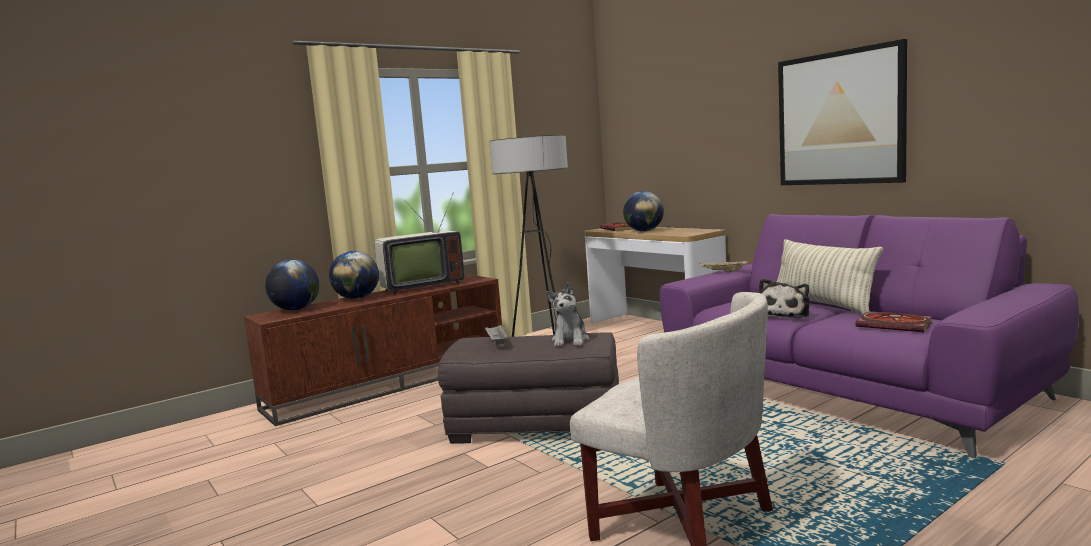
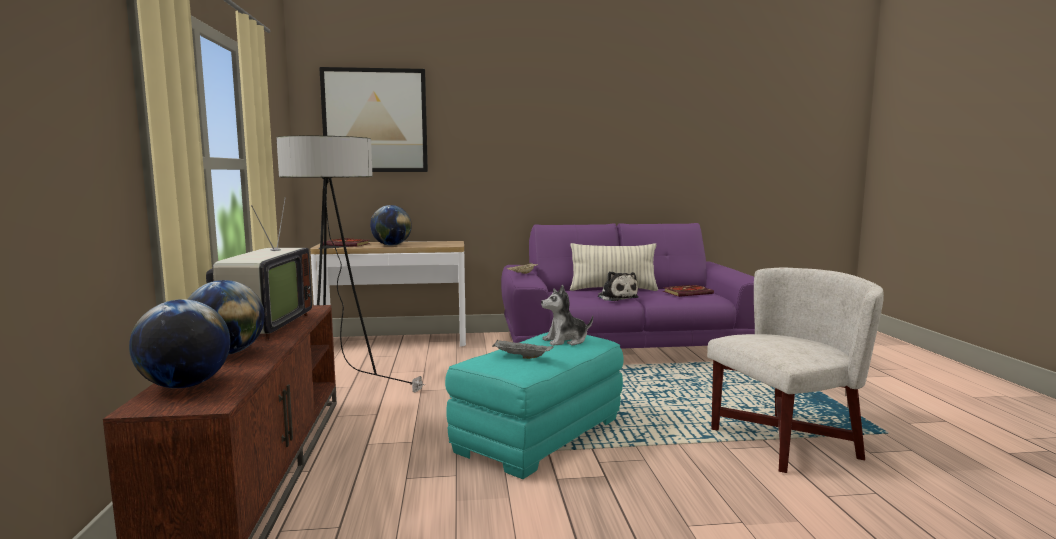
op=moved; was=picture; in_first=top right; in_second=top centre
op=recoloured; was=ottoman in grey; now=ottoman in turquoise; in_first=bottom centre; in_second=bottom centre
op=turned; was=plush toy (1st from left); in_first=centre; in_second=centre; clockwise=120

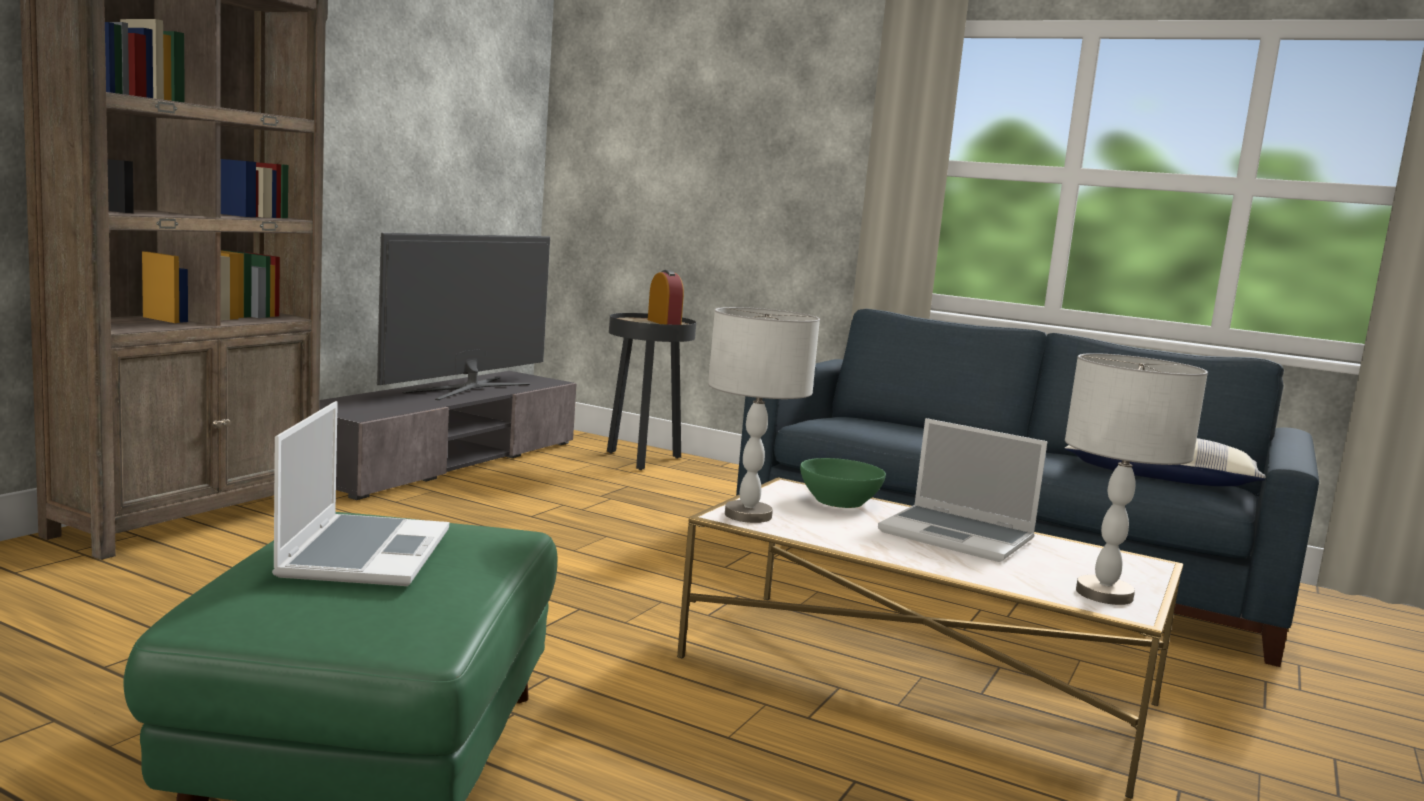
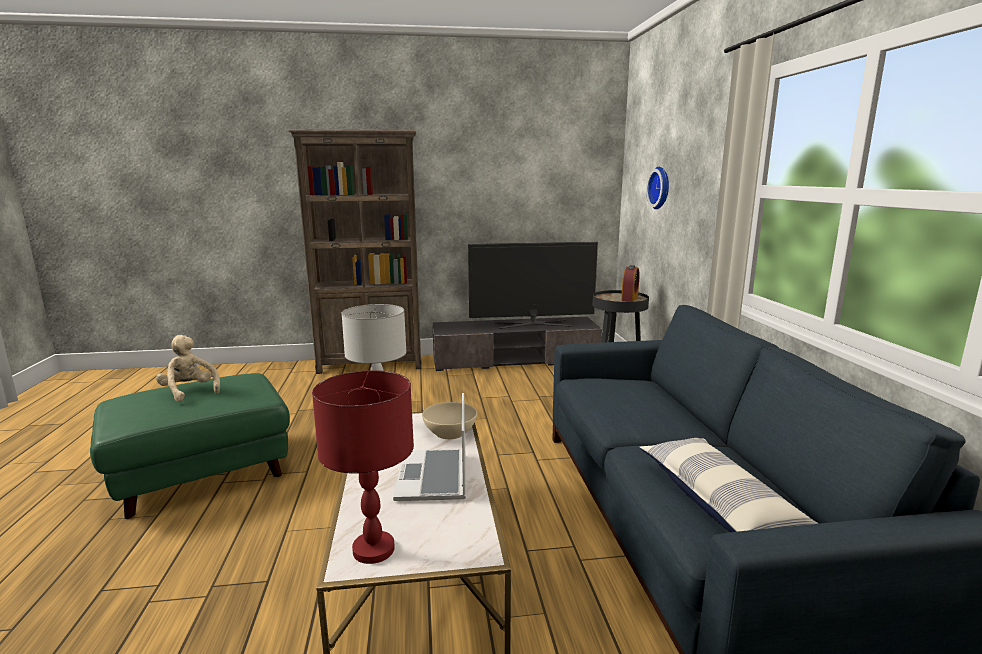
op=added; now=wall clock; in_second=top right
op=replaced; was=laptop (1st from left); now=plush toy in beige; in_first=middle left; in_second=middle left
op=recoloured; was=bowl in green; now=bowl in beige; in_first=centre; in_second=centre
op=recoloured; was=table lamp in grey (2nd from left); now=table lamp in red; in_first=middle right; in_second=bottom centre

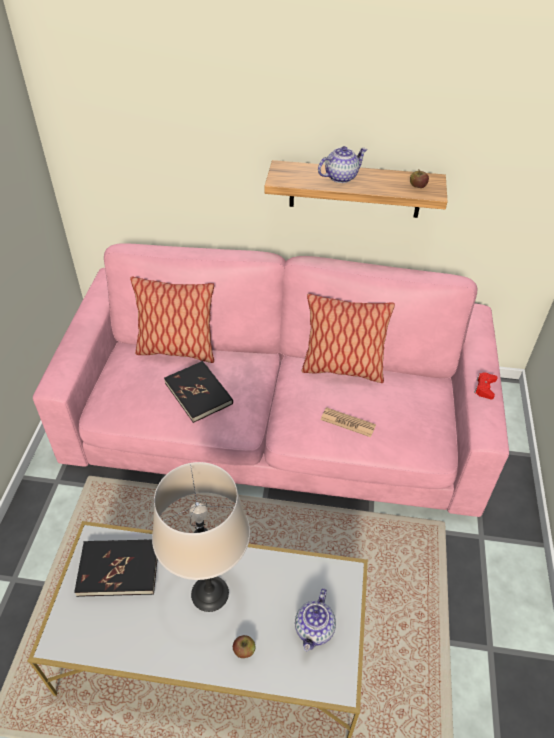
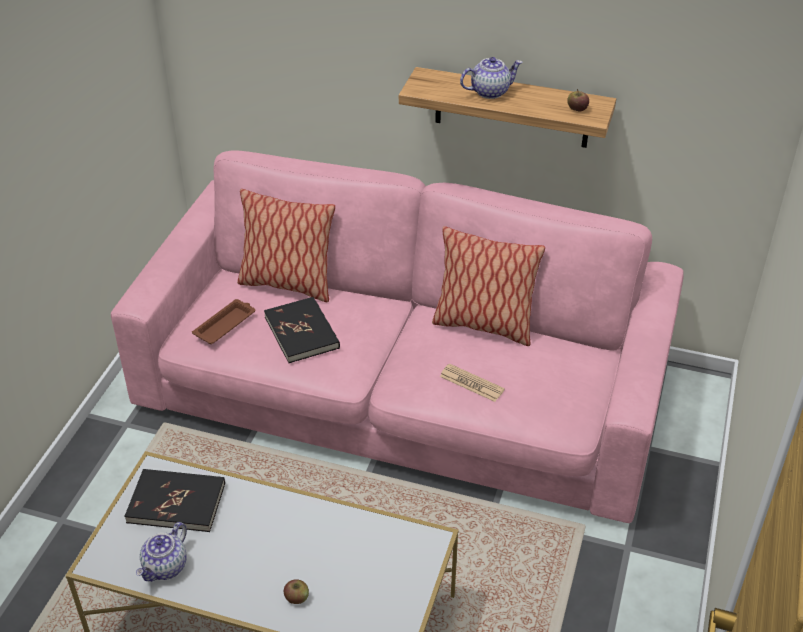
op=removed; was=table lamp in beige; in_first=bottom centre
op=removed; was=game controller in red; in_first=middle right
op=added; now=tray in brown; in_second=middle left
op=moved; was=teapot (1st from left); in_first=bottom centre; in_second=bottom left

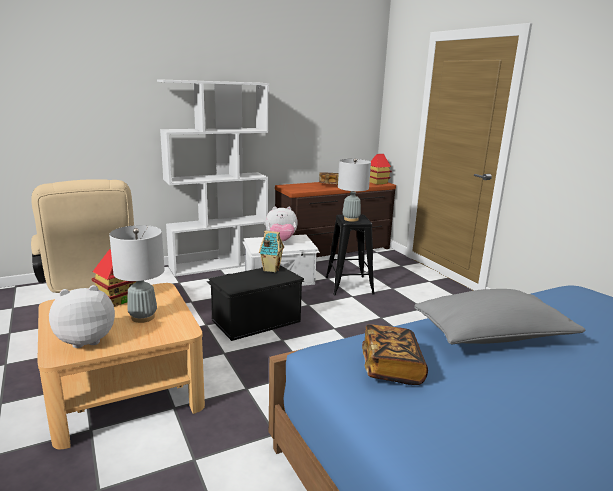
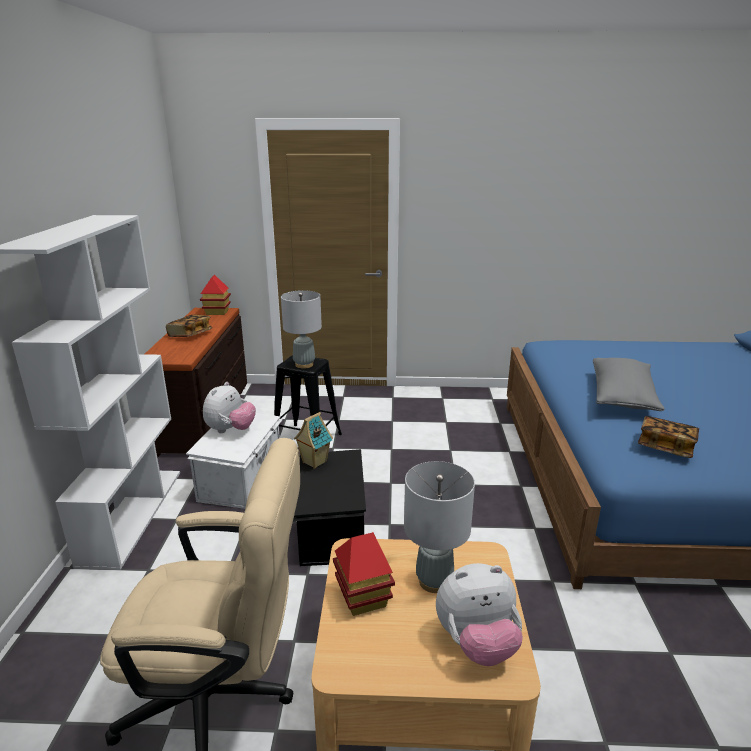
op=turned; was=plush toy (1st from left in the first image); in_first=middle left; in_second=bottom centre; clockwise=-105

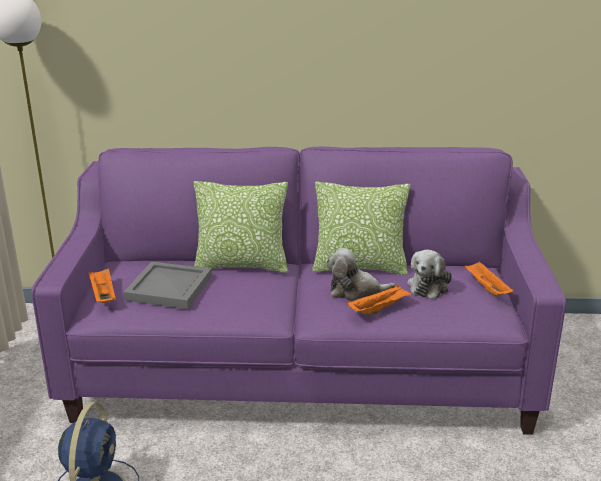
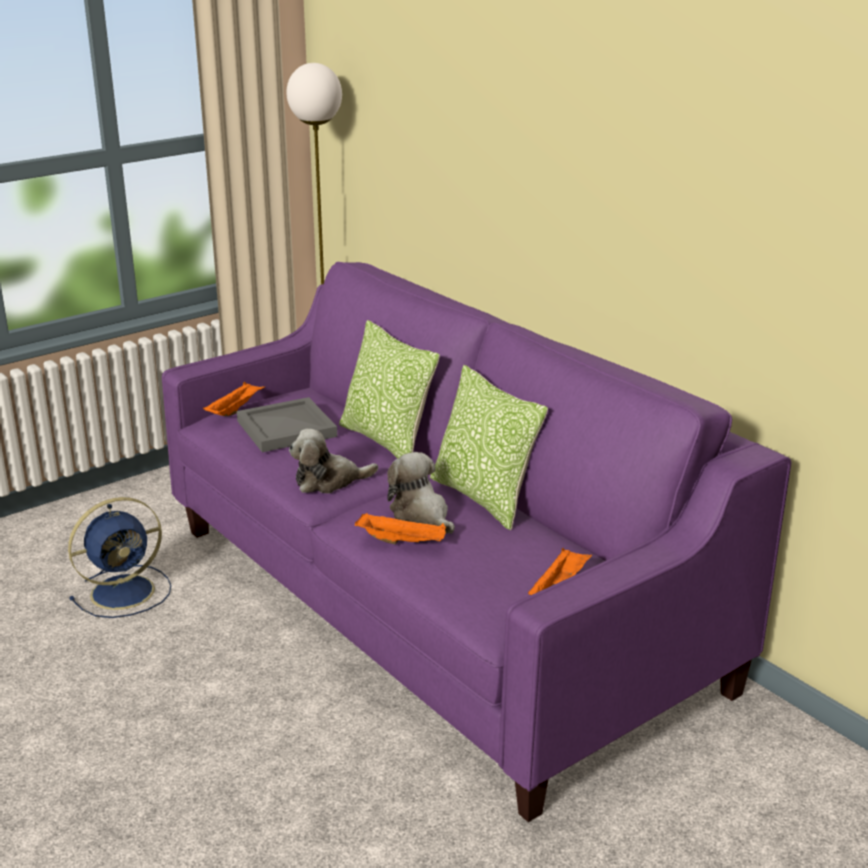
op=moved; was=plush toy (2nd from left in the first image); now=plush toy (1st from left); in_first=middle right; in_second=centre

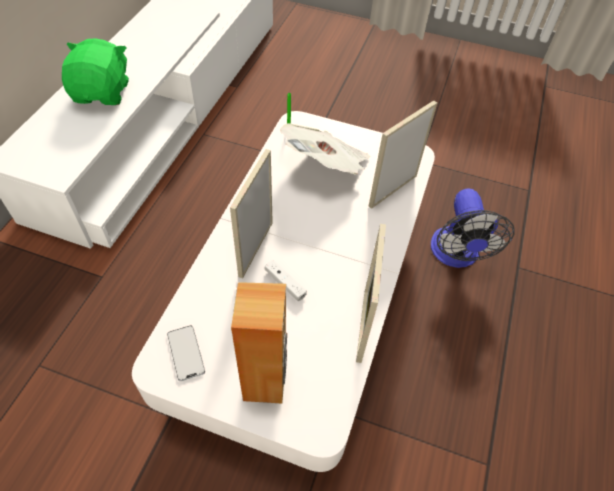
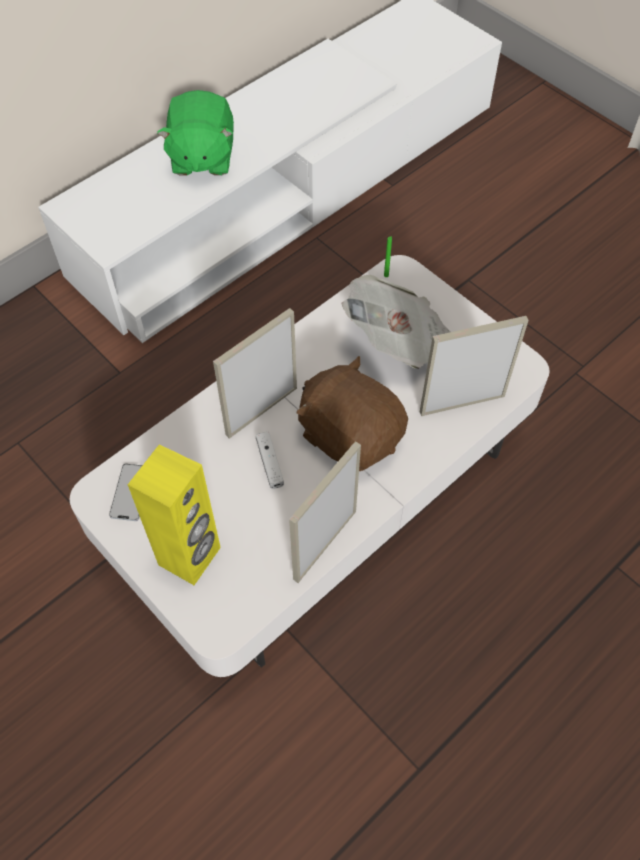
op=removed; was=fan; in_first=middle right
op=added; now=plush toy in brown; in_second=centre
op=recoloured; was=speaker in brown; now=speaker in yellow; in_first=bottom centre; in_second=middle left
op=turned; was=plush toy in green; in_first=top left; in_second=top left; clockwise=150

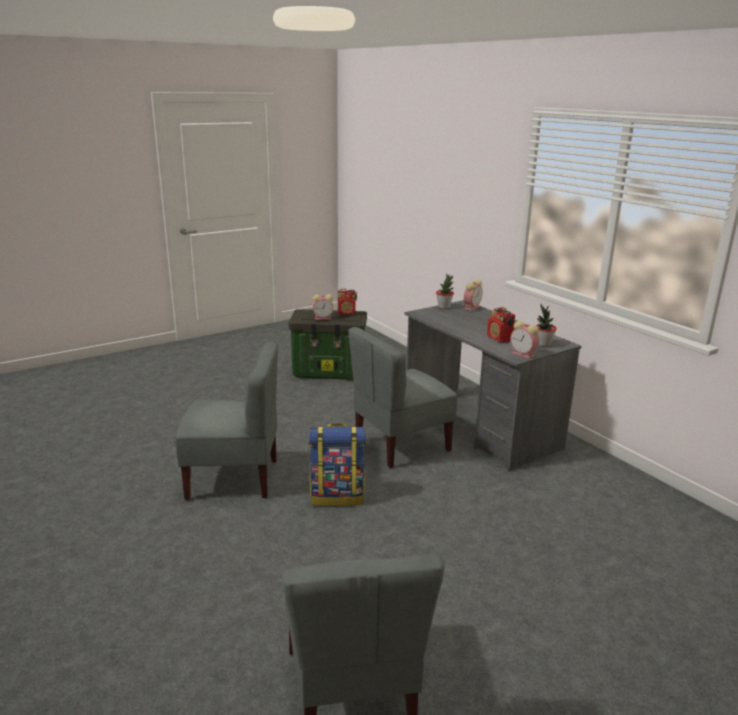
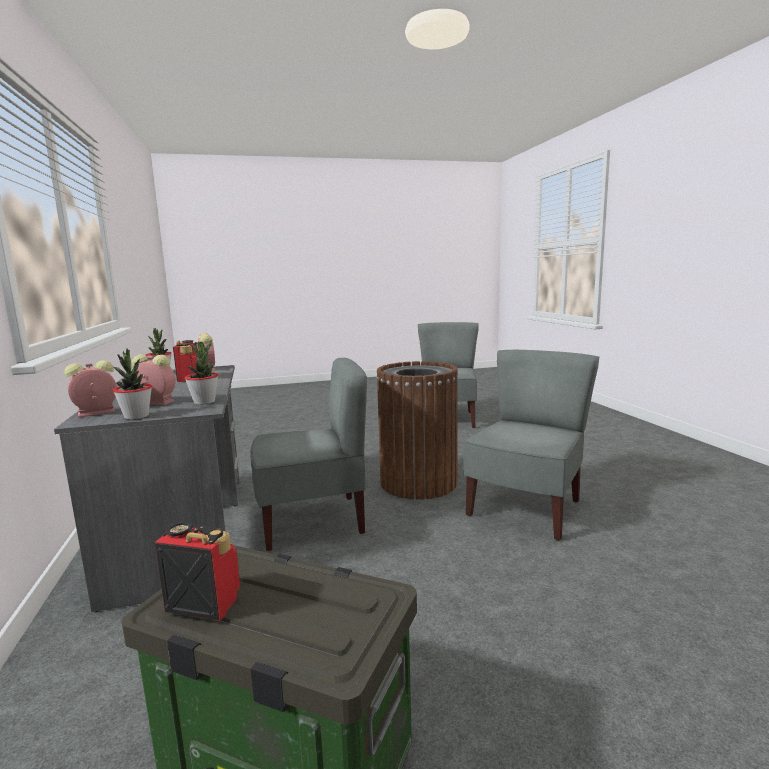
op=added; now=potted plant (3rd from left); in_second=middle left
op=moved; was=alarm clock (1st from left in the first image); now=alarm clock (2nd from left); in_first=centre; in_second=middle left
op=replaced; was=backpack; now=trash can in brown; in_first=centre; in_second=centre
op=turned; was=chair in grey (1st from left in the first image); in_first=middle left; in_second=middle right; clockwise=105

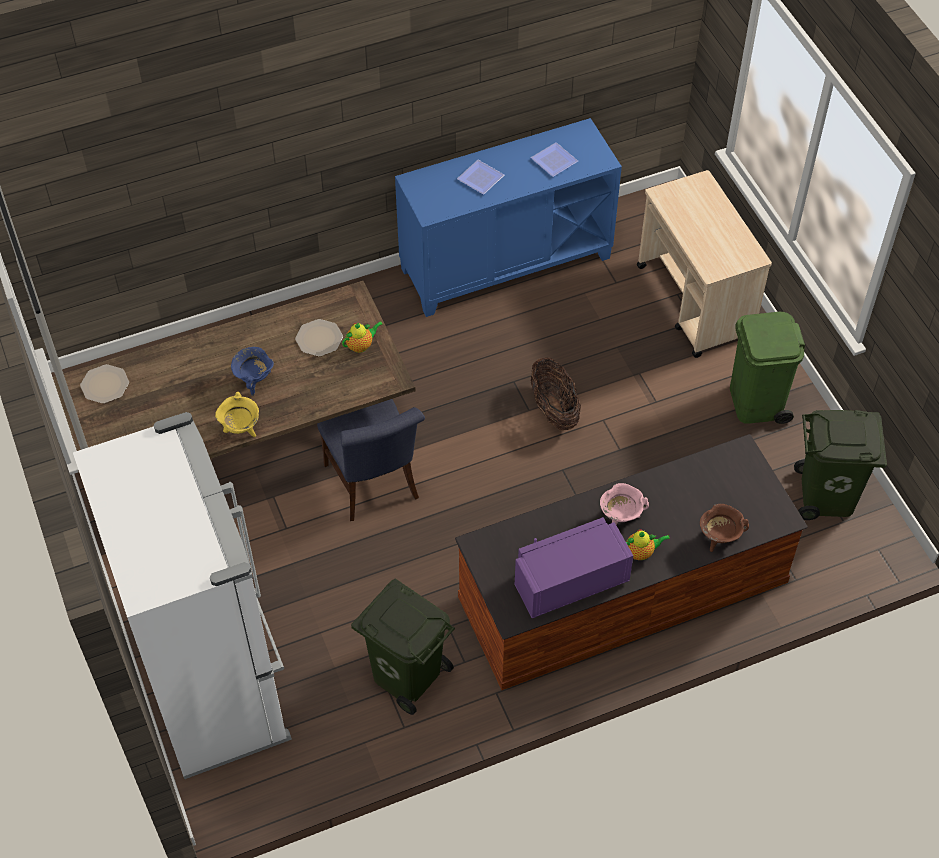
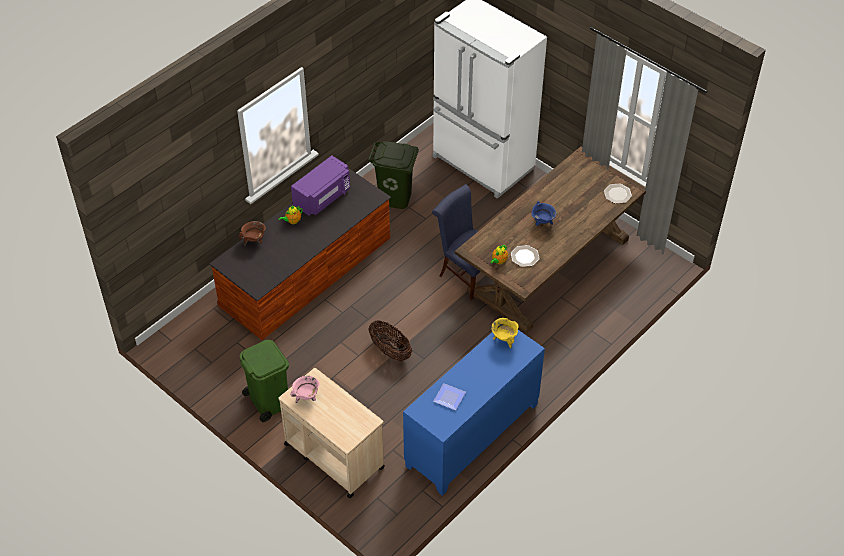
op=removed; was=plate (3rd from left); in_first=top centre
op=removed; was=trash can in green (3rd from left); in_first=middle right
op=moved; was=cooking pot in yellow; in_first=middle left; in_second=centre
op=moved; was=cooking pot in pink; in_first=centre; in_second=bottom centre

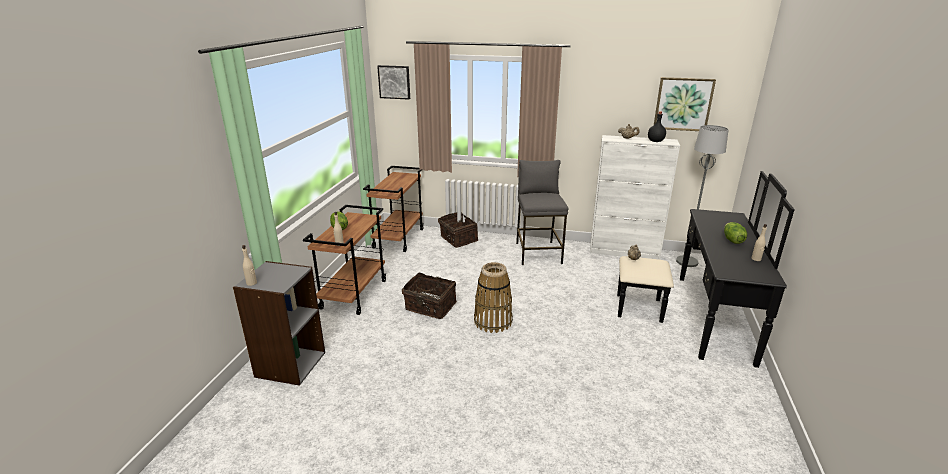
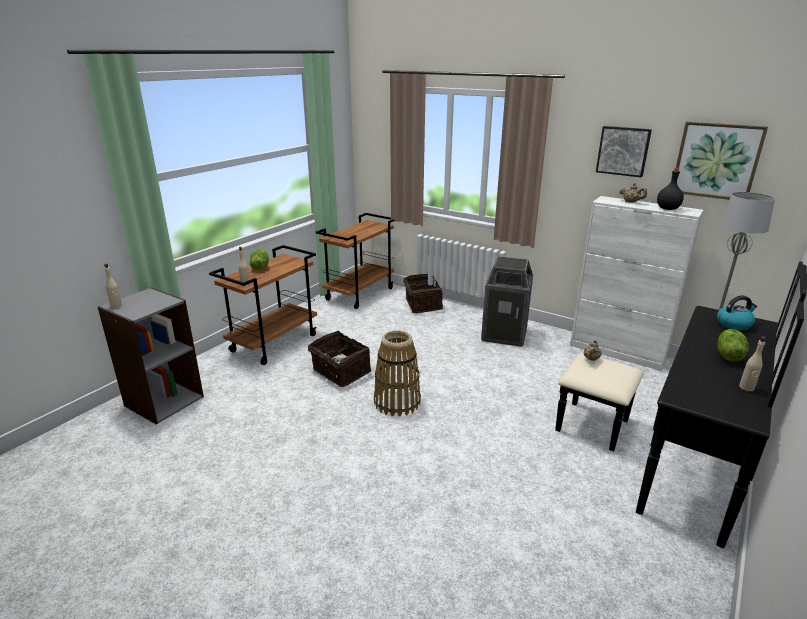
op=added; now=kettle; in_second=middle right
op=moved; was=picture (1st from left); in_first=top centre; in_second=top right
op=replaced; was=stool in grey; now=trash can; in_first=centre; in_second=centre

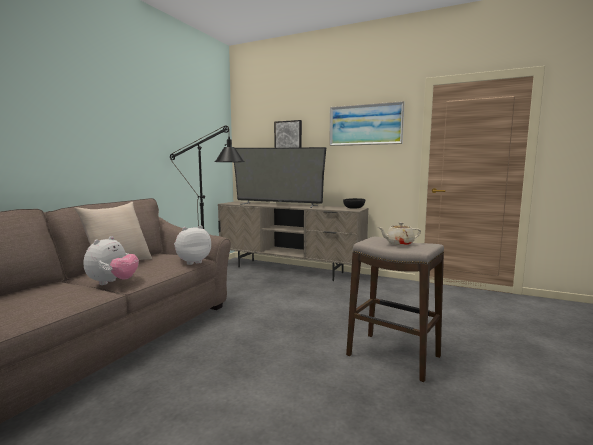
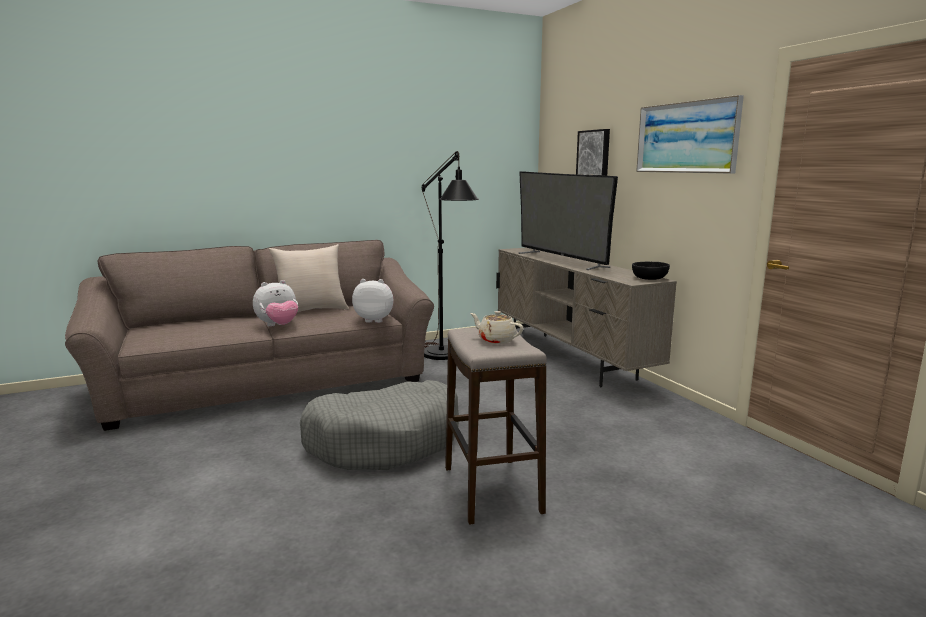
op=added; now=dog bed in grey; in_second=bottom centre

